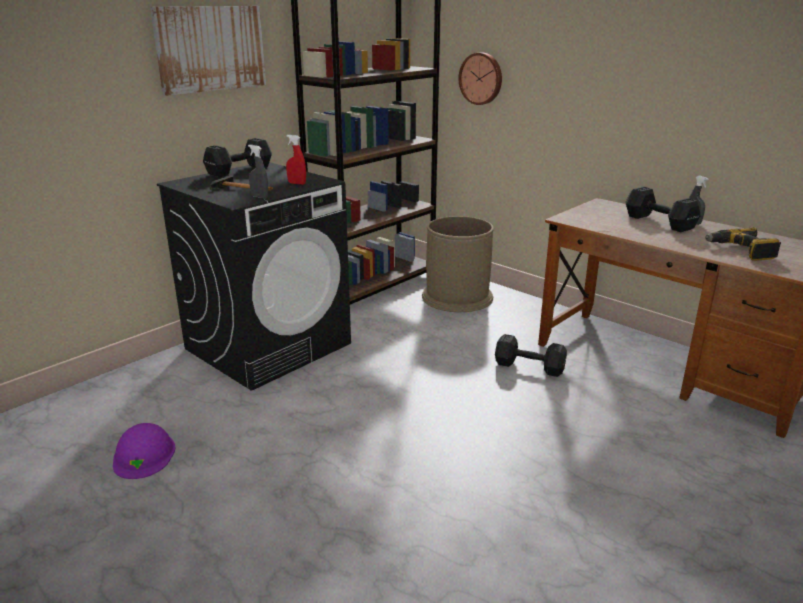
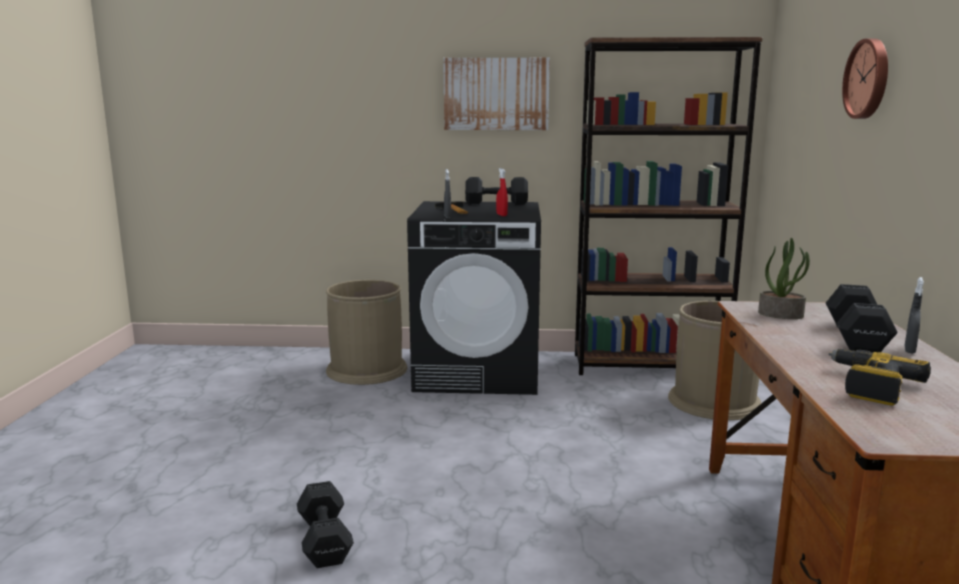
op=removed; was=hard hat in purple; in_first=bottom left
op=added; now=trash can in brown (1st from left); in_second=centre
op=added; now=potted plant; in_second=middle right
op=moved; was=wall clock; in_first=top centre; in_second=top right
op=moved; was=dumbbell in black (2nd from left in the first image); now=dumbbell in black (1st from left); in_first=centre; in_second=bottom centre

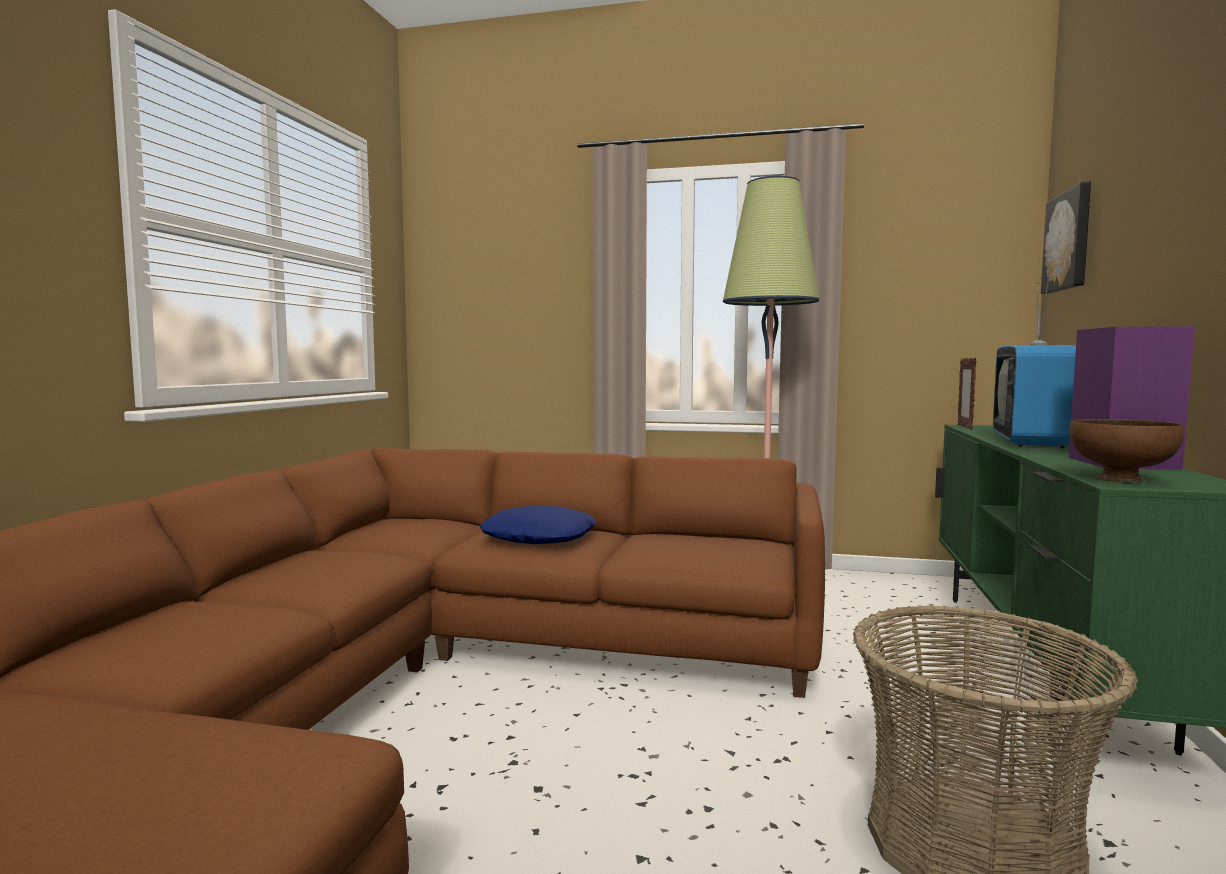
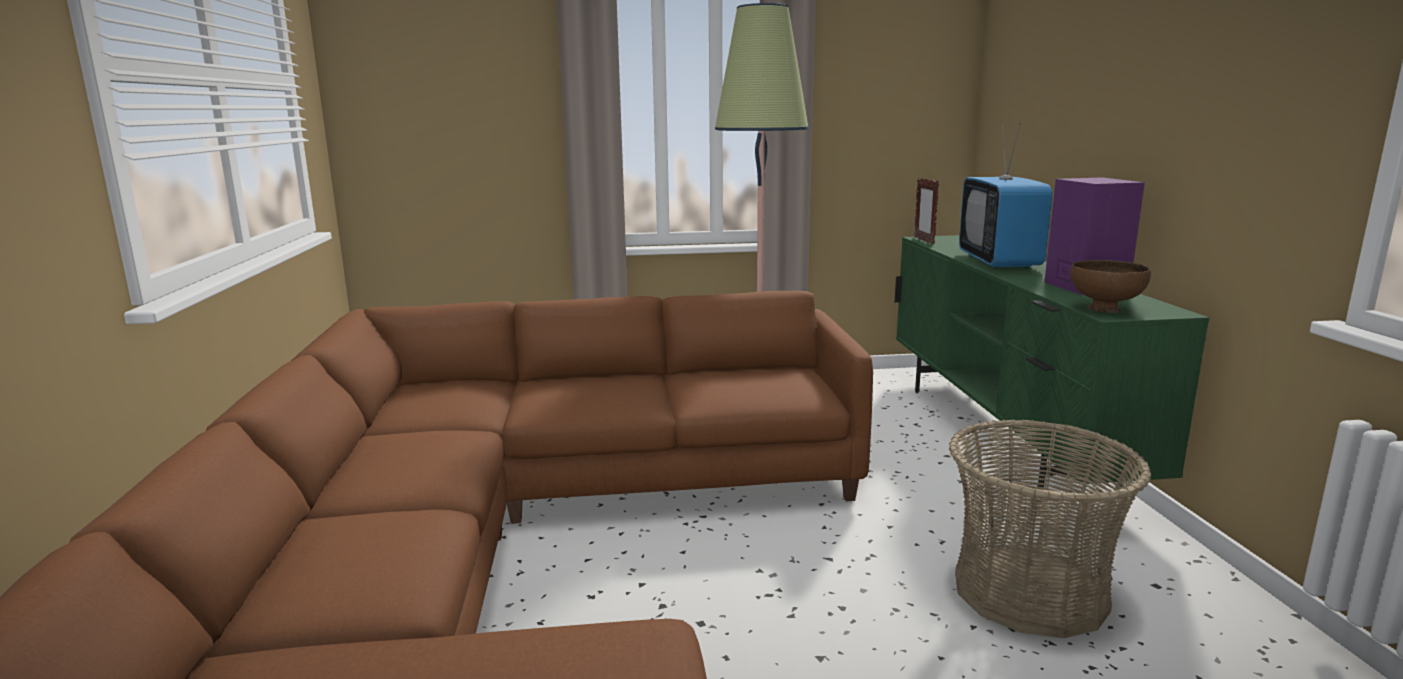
op=removed; was=pillow in blue; in_first=centre
op=removed; was=picture; in_first=top right

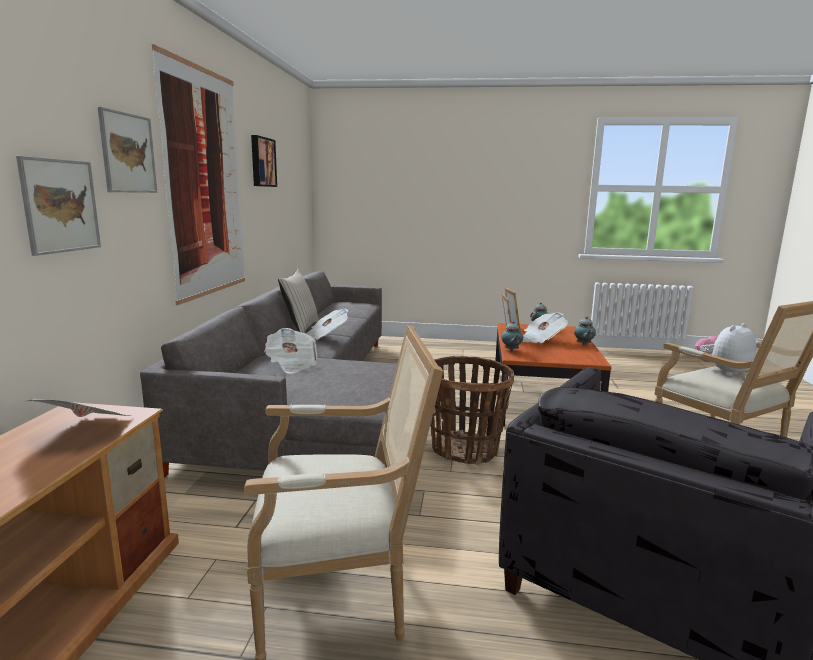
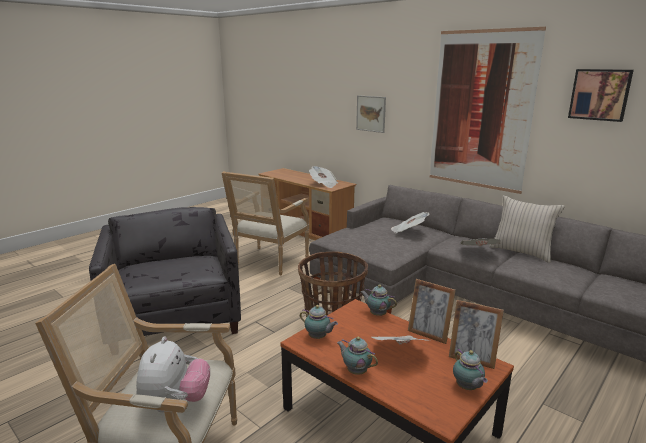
op=removed; was=picture (2nd from left); in_first=top left
op=added; now=teapot (1st from left); in_second=bottom centre

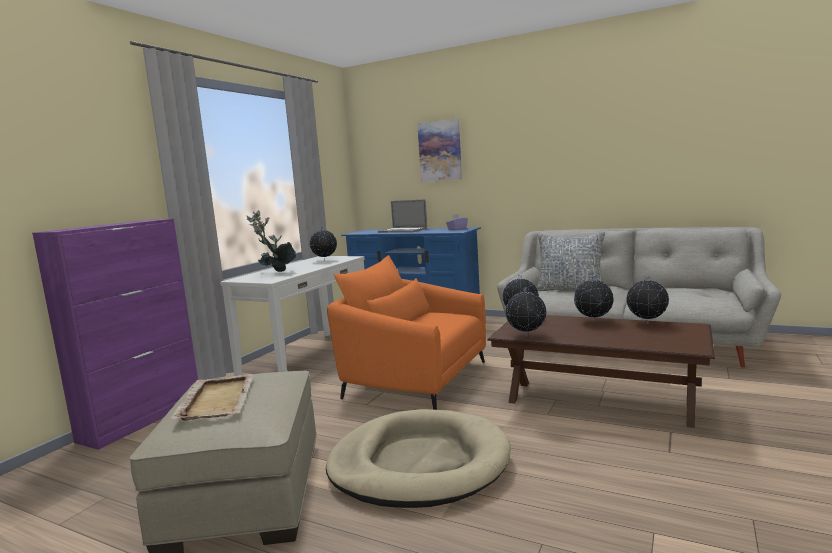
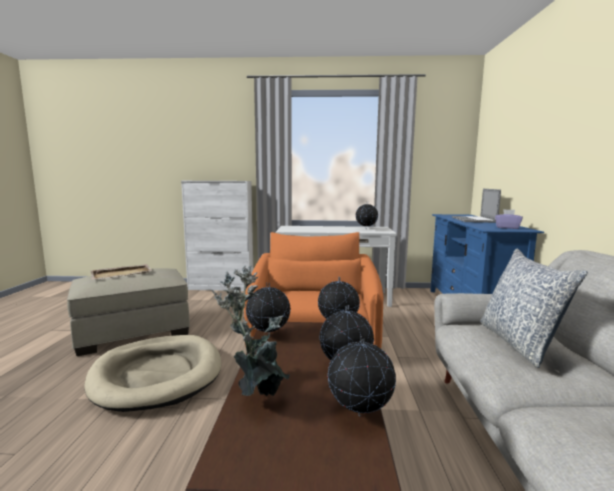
op=removed; was=picture; in_first=top centre
op=moved; was=potted plant; in_first=middle left; in_second=bottom centre
op=recoloured; was=cabinet in purple; now=cabinet in white; in_first=middle left; in_second=centre

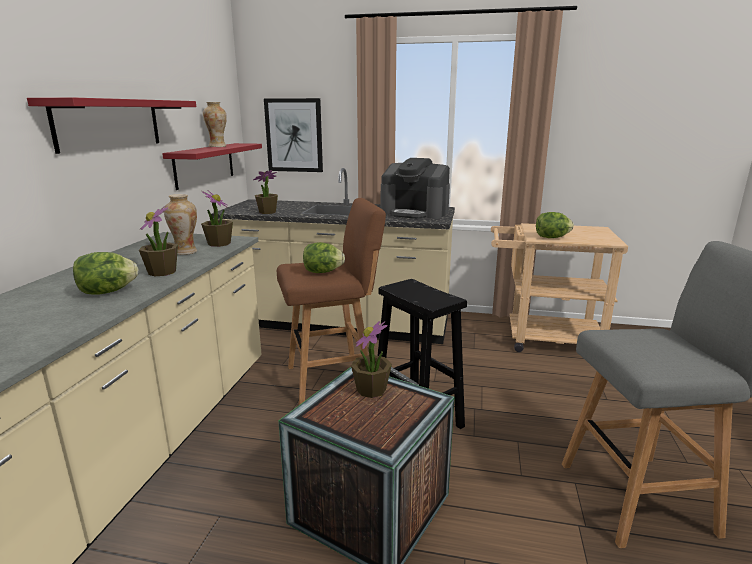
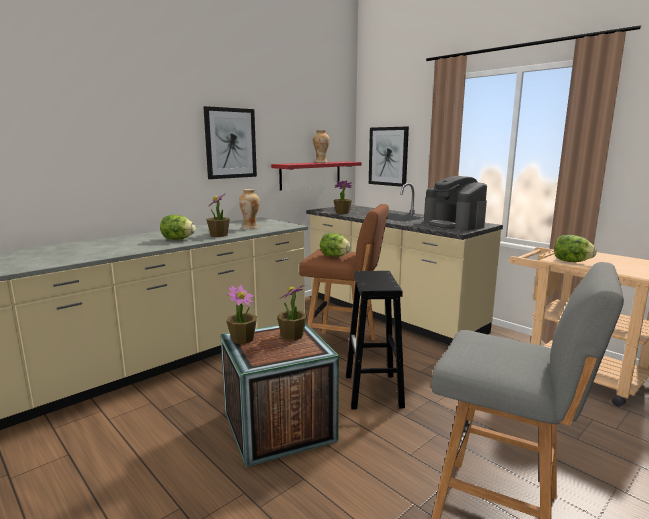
op=moved; was=potted plant (2nd from left); in_first=middle left; in_second=centre
op=replaced; was=shelf in red (1st from left); now=picture (1st from left); in_first=top left; in_second=top centre

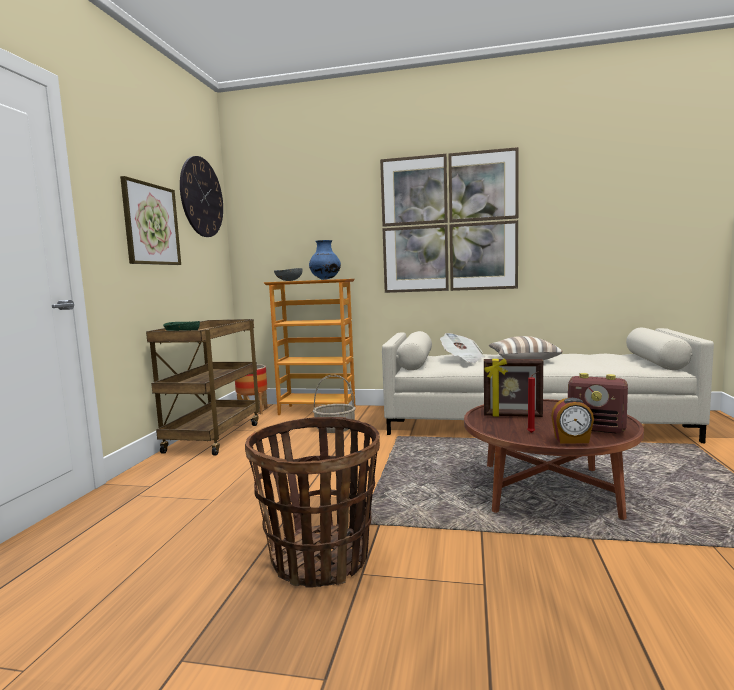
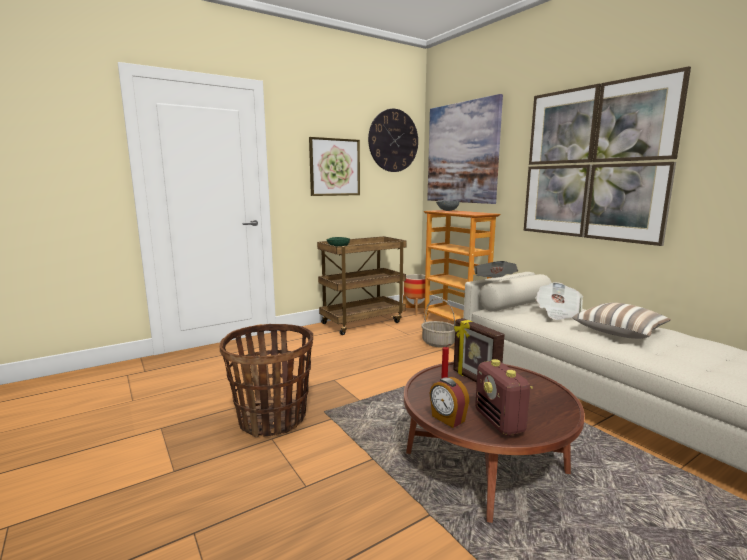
op=removed; was=vase in blue; in_first=centre
op=added; now=picture (2nd from left); in_second=top centre
op=added; now=newspaper (1st from left); in_second=centre

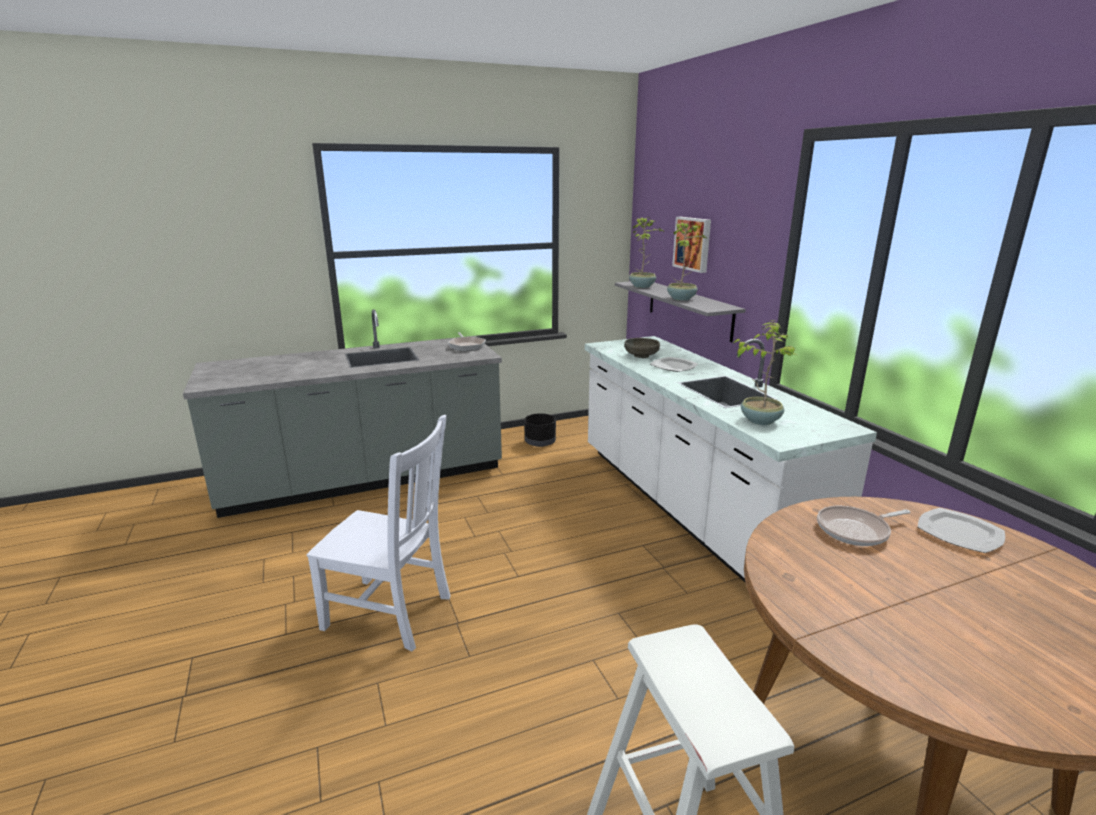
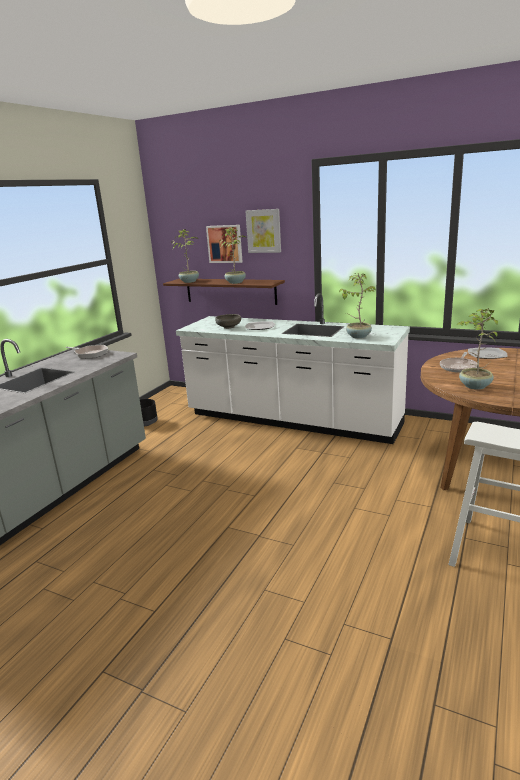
op=removed; was=chair in white; in_first=centre
op=added; now=picture (2nd from left); in_second=top centre
op=added; now=potted plant (4th from left); in_second=middle right
op=recoloured; was=shelf in grey; now=shelf in brown; in_first=centre; in_second=centre

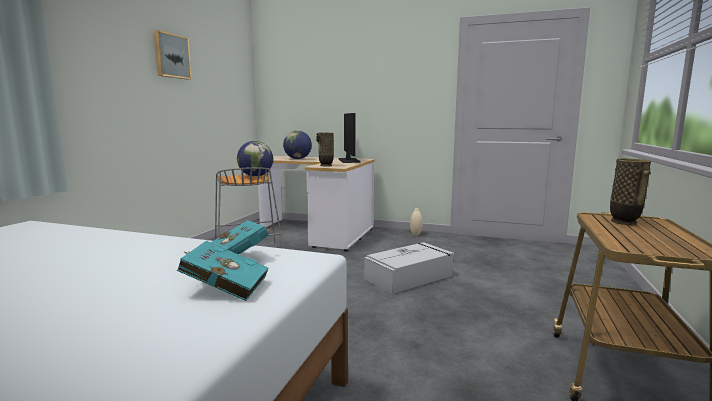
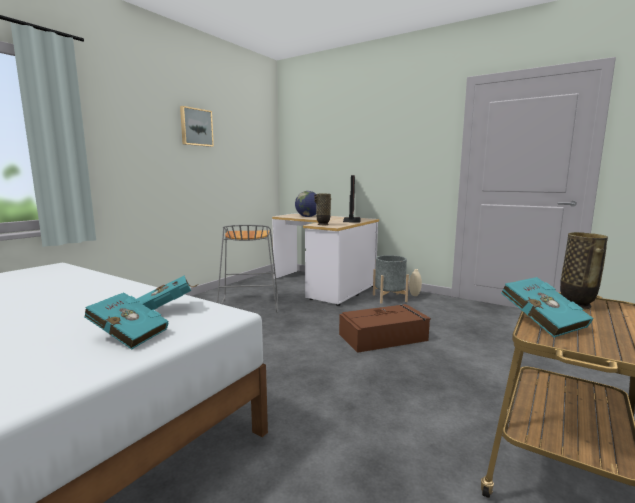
op=removed; was=globe (1st from left); in_first=centre
op=added; now=planter in grey; in_second=centre
op=added; now=book in turquoise (3rd from left); in_second=middle right
op=recoloured; was=storage box in grey; now=storage box in brown; in_first=bottom centre; in_second=centre

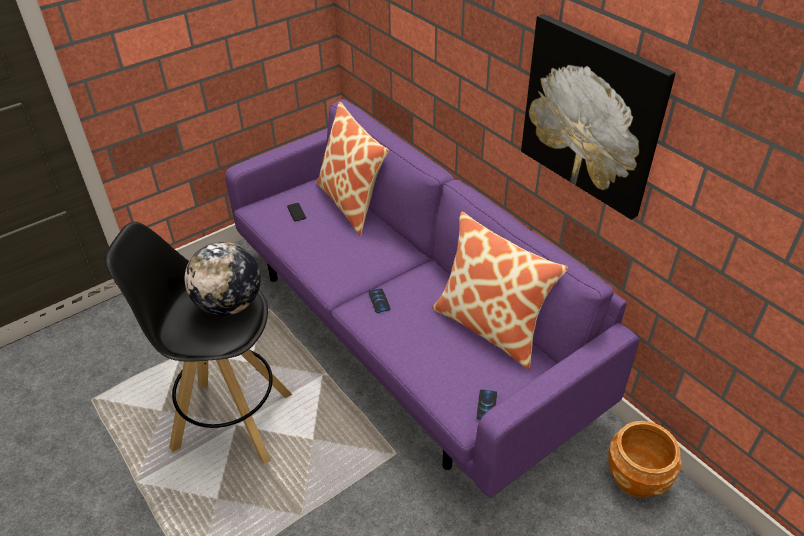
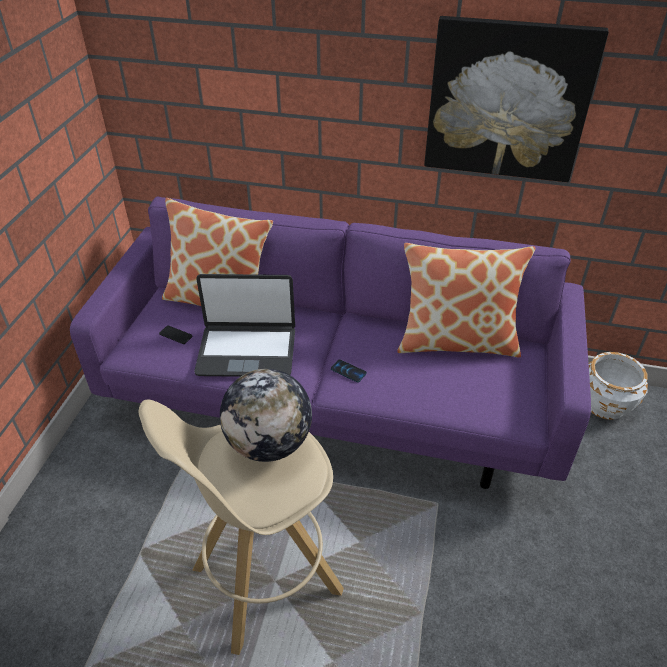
op=removed; was=phone (3rd from left); in_first=bottom centre
op=added; now=laptop; in_second=centre
op=recoloured; was=stool in black; now=stool in beige; in_first=middle left; in_second=bottom centre
op=recoloured; was=planter in brown; now=planter in white; in_first=bottom right; in_second=middle right

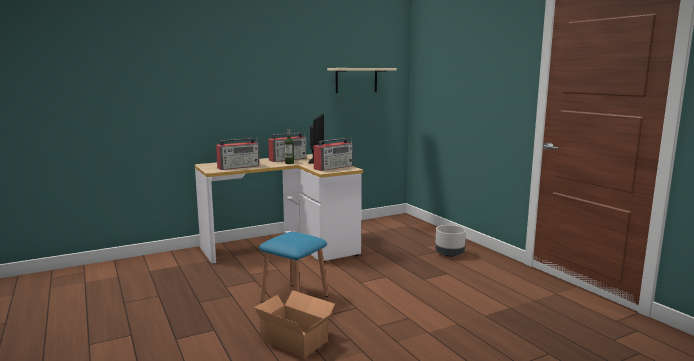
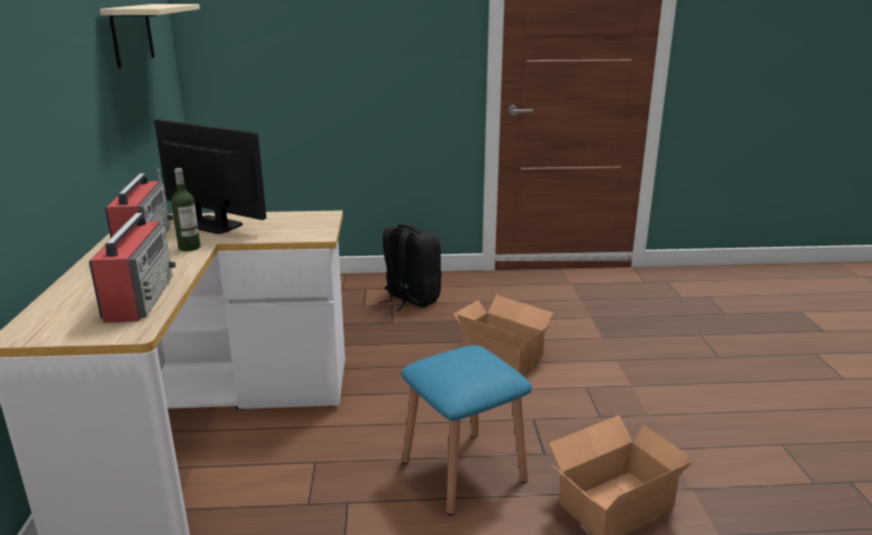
op=removed; was=radio (3rd from left); in_first=centre
op=added; now=cardboard box (1st from left); in_second=centre
op=replaced; was=planter in grey; now=backpack in black; in_first=bottom centre; in_second=centre

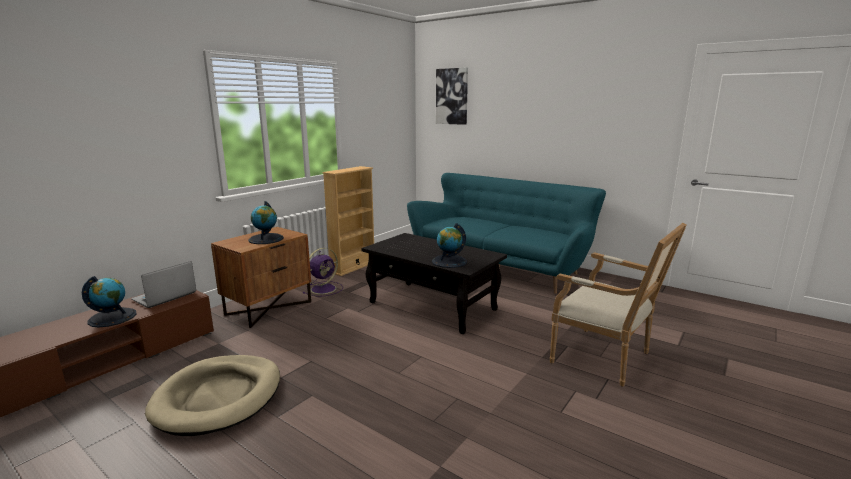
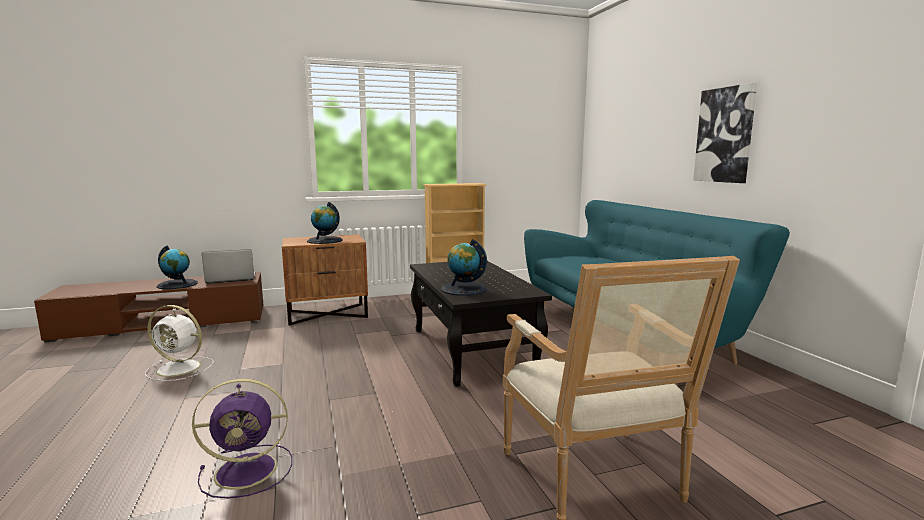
op=moved; was=fan in purple; in_first=centre; in_second=bottom left
op=moved; was=picture; in_first=top centre; in_second=top right
op=replaced; was=dog bed in beige; now=fan in white; in_first=bottom left; in_second=middle left

